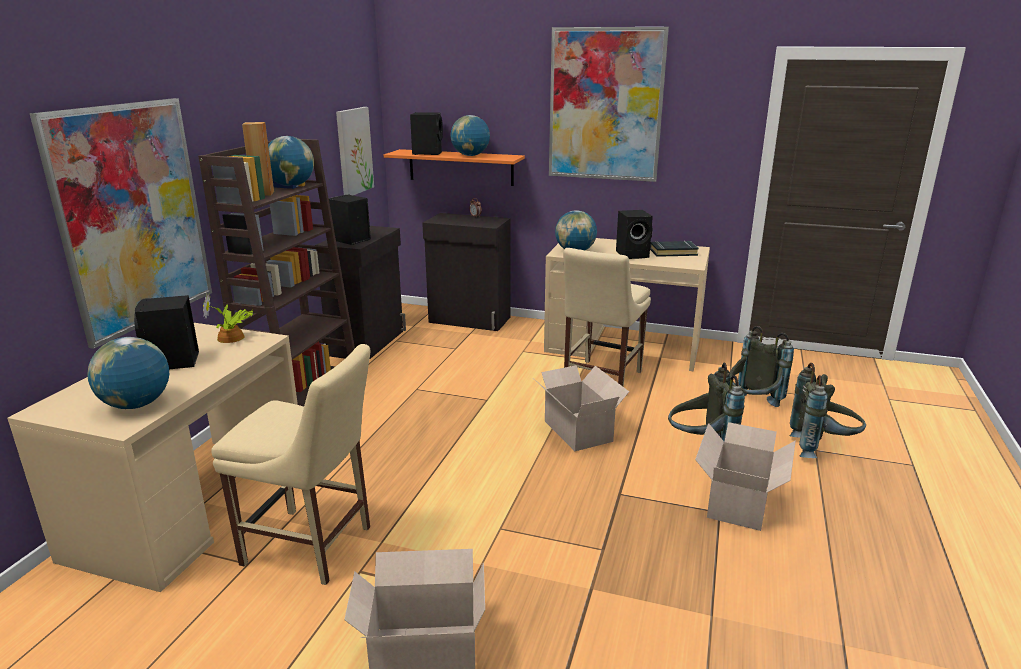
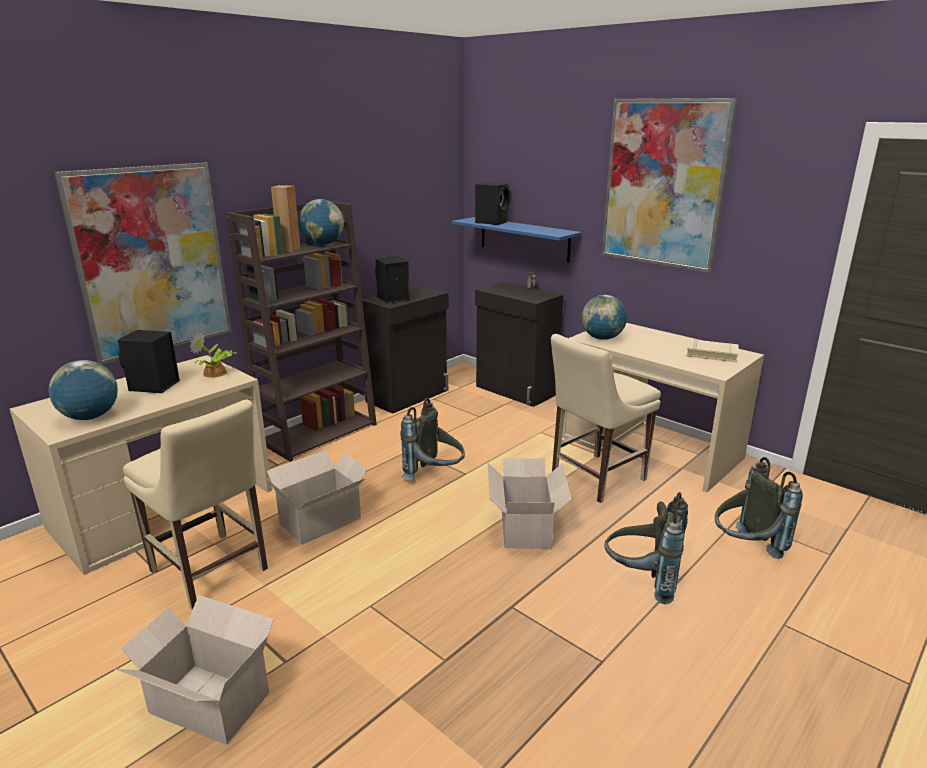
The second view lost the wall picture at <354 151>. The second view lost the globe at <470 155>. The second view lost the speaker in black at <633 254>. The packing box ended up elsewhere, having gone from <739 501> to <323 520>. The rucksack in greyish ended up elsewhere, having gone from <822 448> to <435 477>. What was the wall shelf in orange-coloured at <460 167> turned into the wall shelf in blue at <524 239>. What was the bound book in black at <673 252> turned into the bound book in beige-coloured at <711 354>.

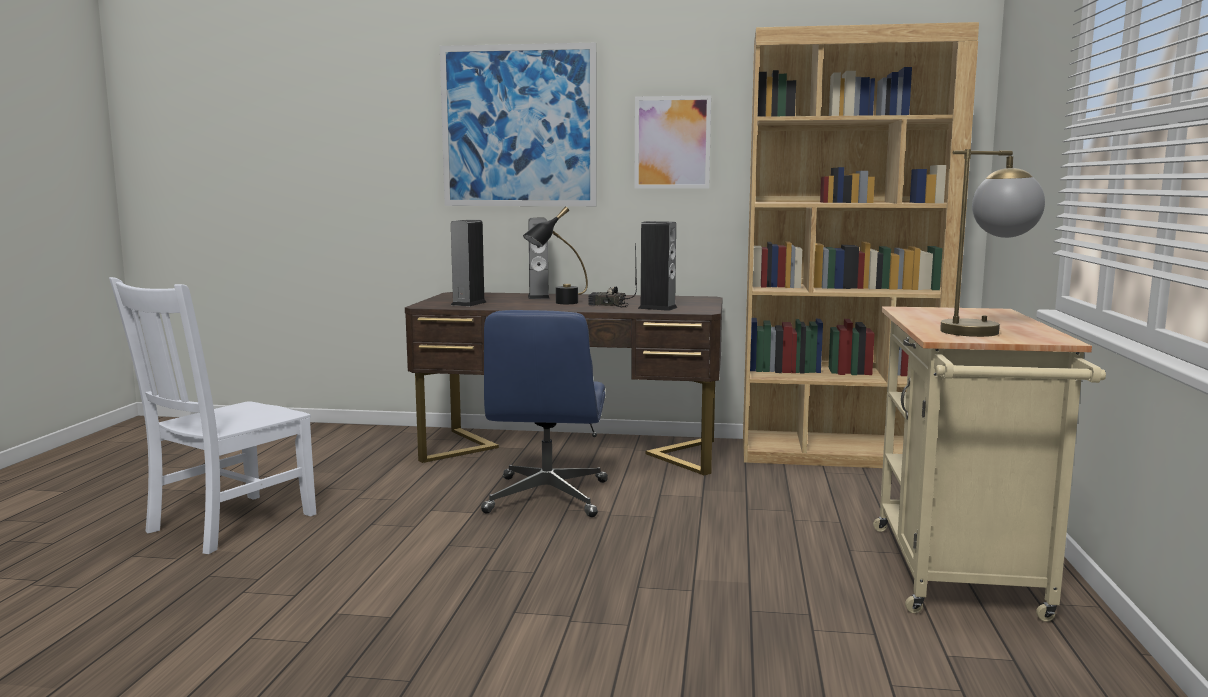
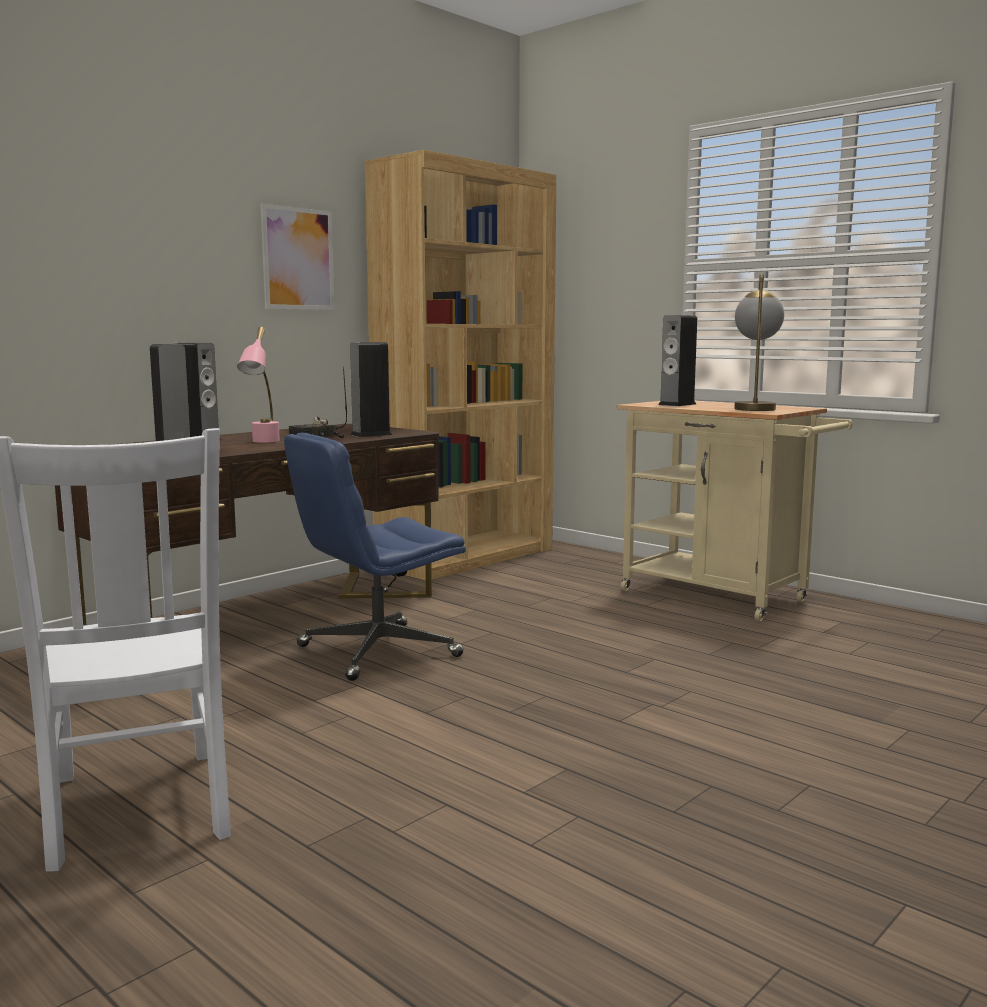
The second view lost the wall picture at <518 126>. The second view gained the speaker at <677 404>. What was the table lamp in black at <557 303> turned into the table lamp in pink at <262 442>. The office chair in blue at <547 497> ended up facing another way, 105 degrees clockwise from before.

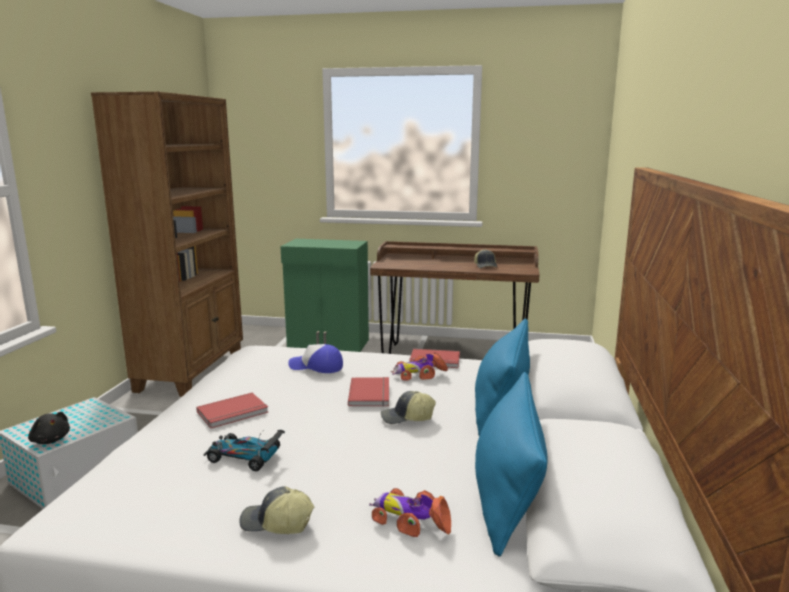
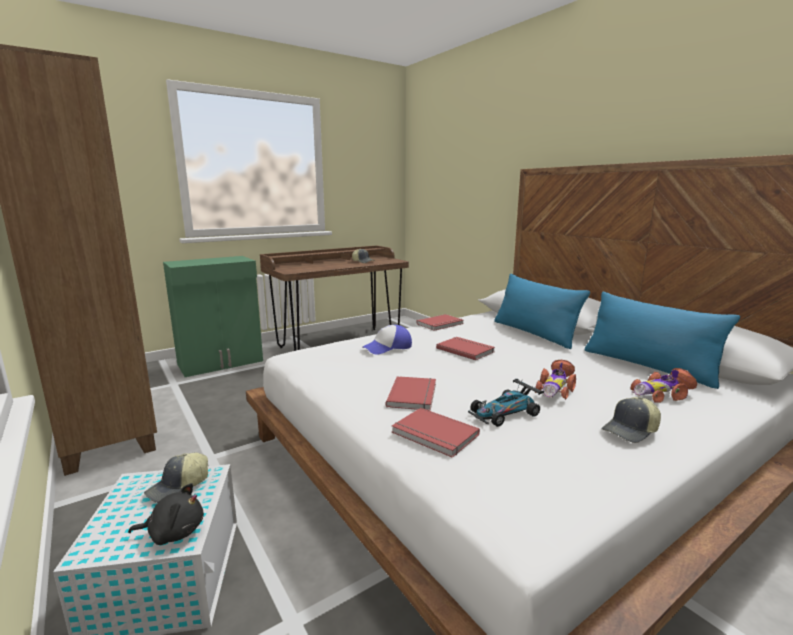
The second view gained the bound book in red-coloured at <434 435>. The cap ended up elsewhere, having gone from <407 418> to <178 487>. The toy car ended up elsewhere, having gone from <418 374> to <555 389>.

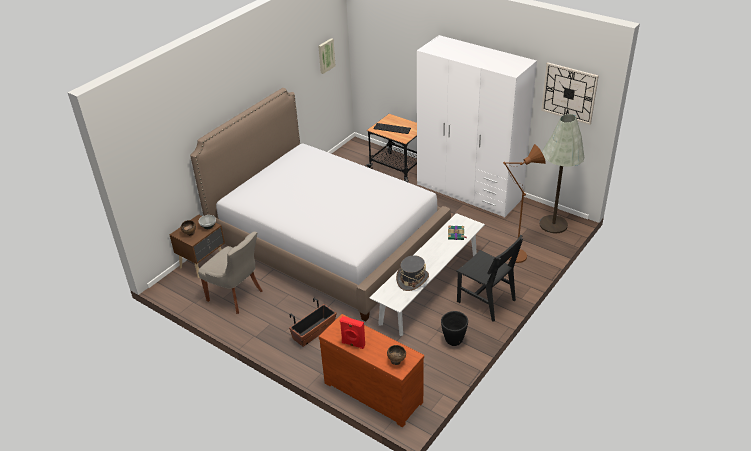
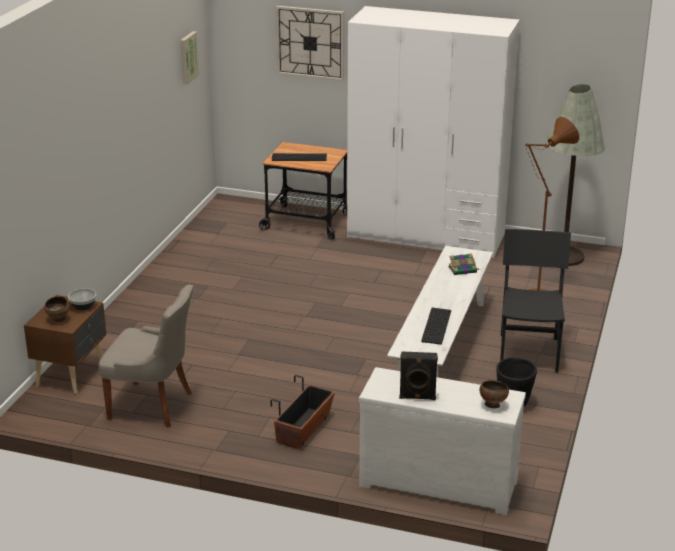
The second view lost the bed at <328 242>. The hanging clock ended up elsewhere, having gone from <569 93> to <310 43>. Where the wearable hat in greyish stood at <412 279>, the PC keyboard came to stand at <435 325>. What was the drawer chest in brown at <374 391> turned into the drawer chest in white at <439 481>. What was the speaker in red-coloured at <353 344> turned into the speaker in black at <417 397>. The chair in black at <486 301> ended up facing another way, 105 degrees counterclockwise from before.

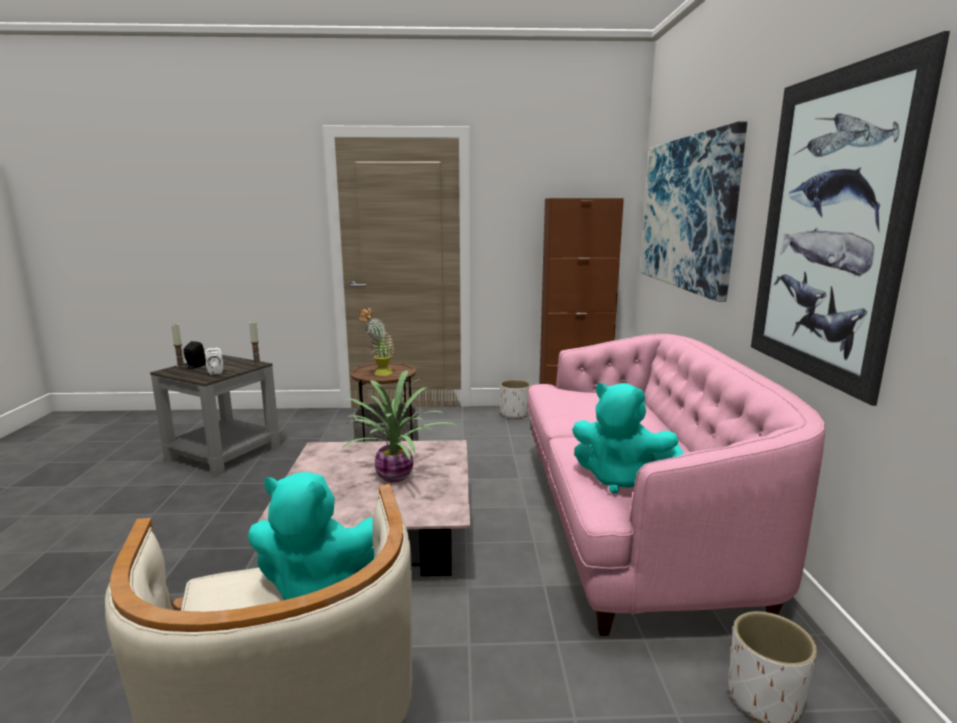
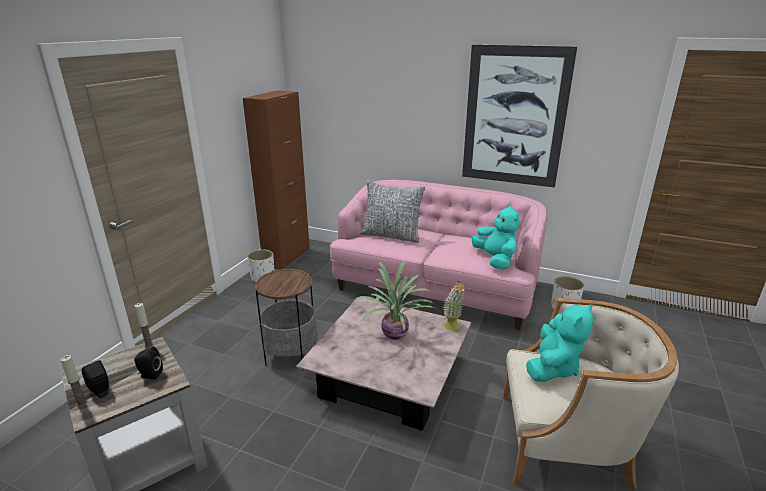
The second view lost the wall picture at <686 213>. The second view gained the pillow at <392 235>. The potted plant ended up elsewhere, having gone from <379 374> to <453 328>. What was the speaker in white at <216 372> turned into the speaker in black at <150 375>. The cuddly toy in turquoise-coloured at <621 480> ended up facing another way, 75 degrees counterclockwise from before.

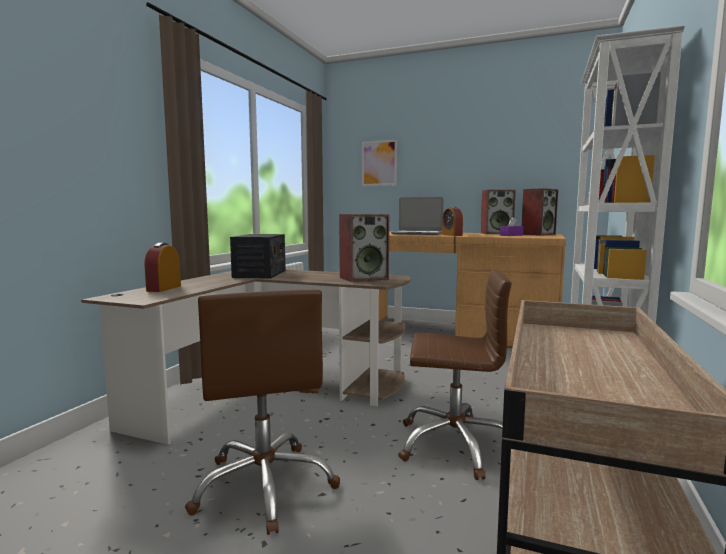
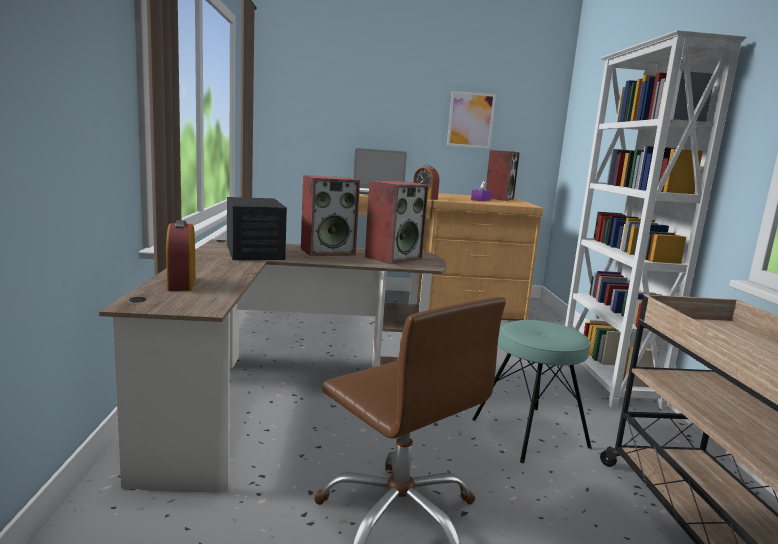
The wall picture ended up elsewhere, having gone from <379 163> to <471 120>. The speaker ended up elsewhere, having gone from <497 233> to <328 251>. Where the office chair in brown stood at <455 444>, the stool in turquoise-coloured came to stand at <529 433>.

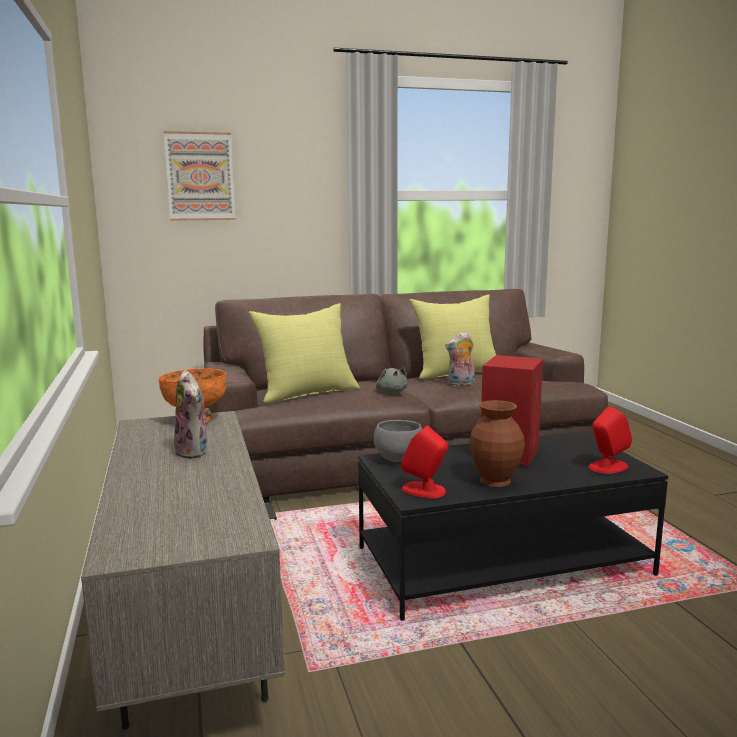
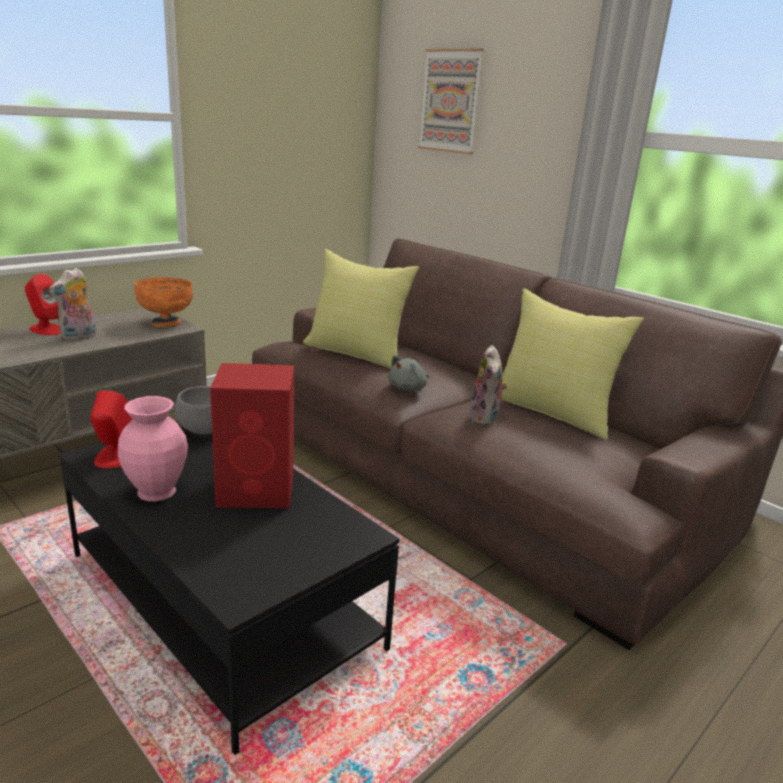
The speaker in red-coloured ended up elsewhere, having gone from <608 467> to <47 329>. What was the decorative vase in brown at <496 481> turned into the decorative vase in pink at <156 492>. The cuddly toy at <461 384> ended up facing another way, 135 degrees counterclockwise from before.

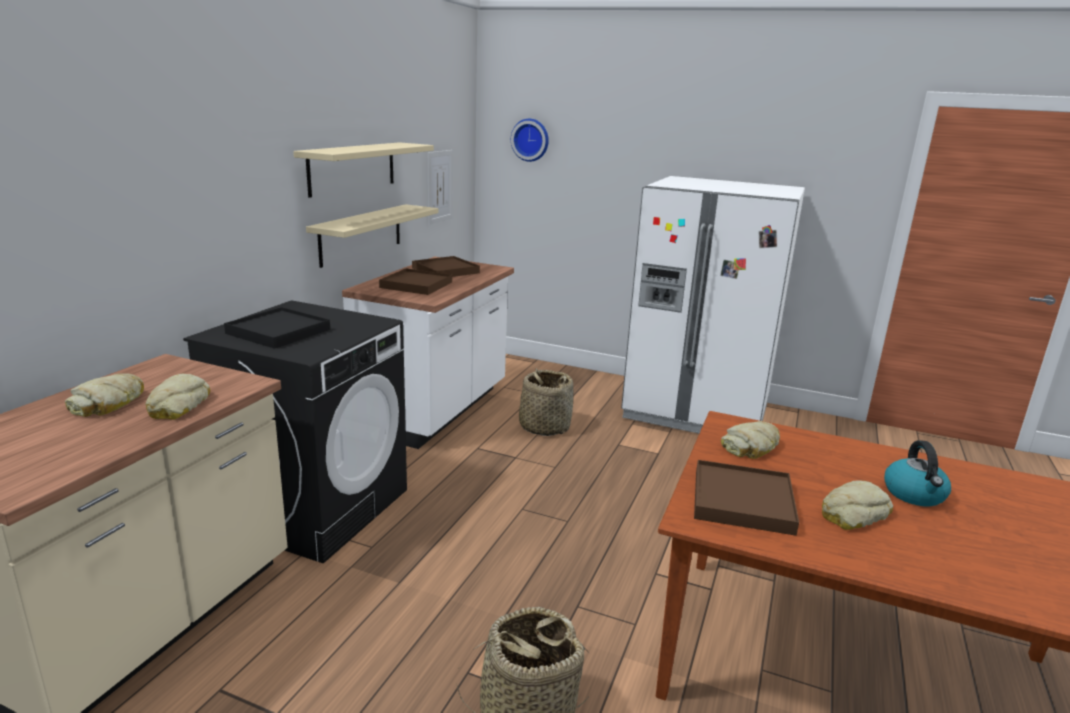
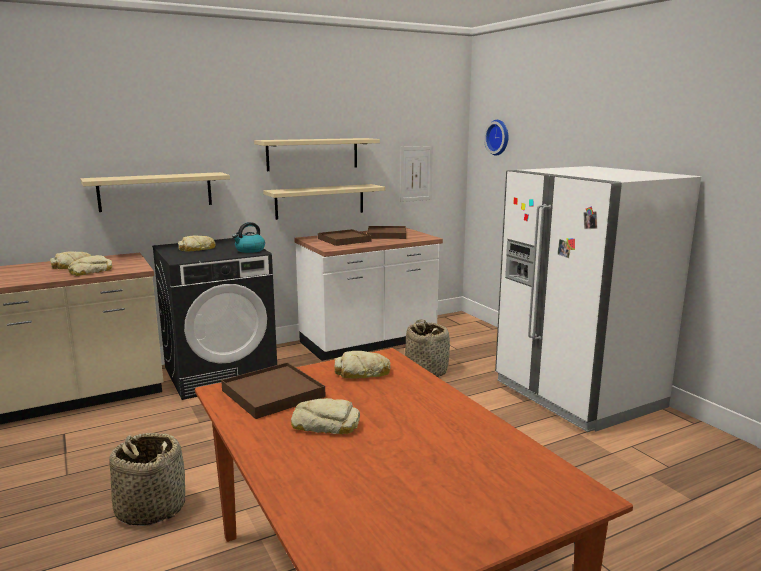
The second view gained the wall shelf in beige-coloured at <156 191>. The tea kettle ended up elsewhere, having gone from <914 494> to <249 250>. Where the carrying tray in black stood at <279 331>, the bread came to stand at <197 249>.

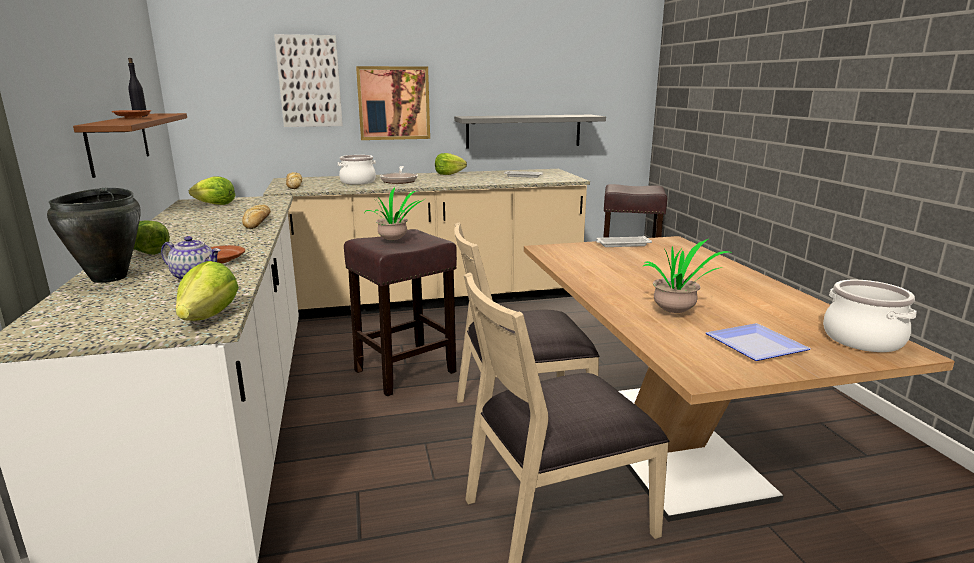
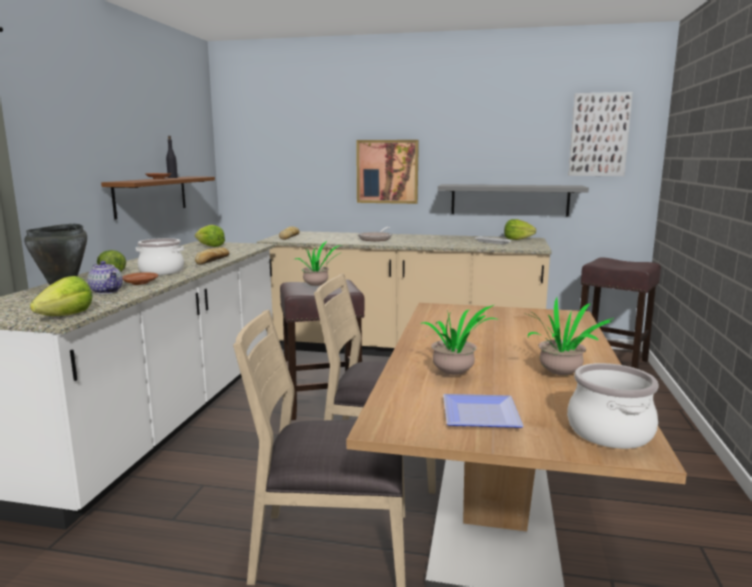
The second view lost the carrying tray in white at <622 244>. The second view gained the potted plant at <561 374>. The wall picture ended up elsewhere, having gone from <309 81> to <599 135>. The cooking pot ended up elsewhere, having gone from <358 182> to <161 271>. The lettuce head ended up elsewhere, having gone from <449 174> to <517 239>.

